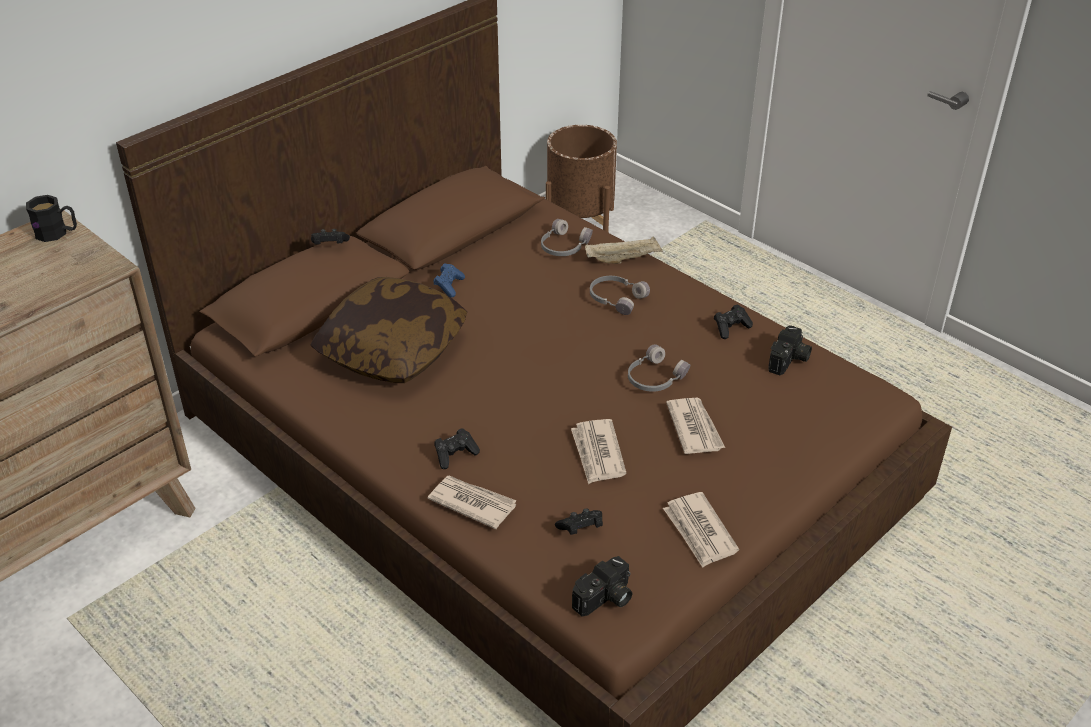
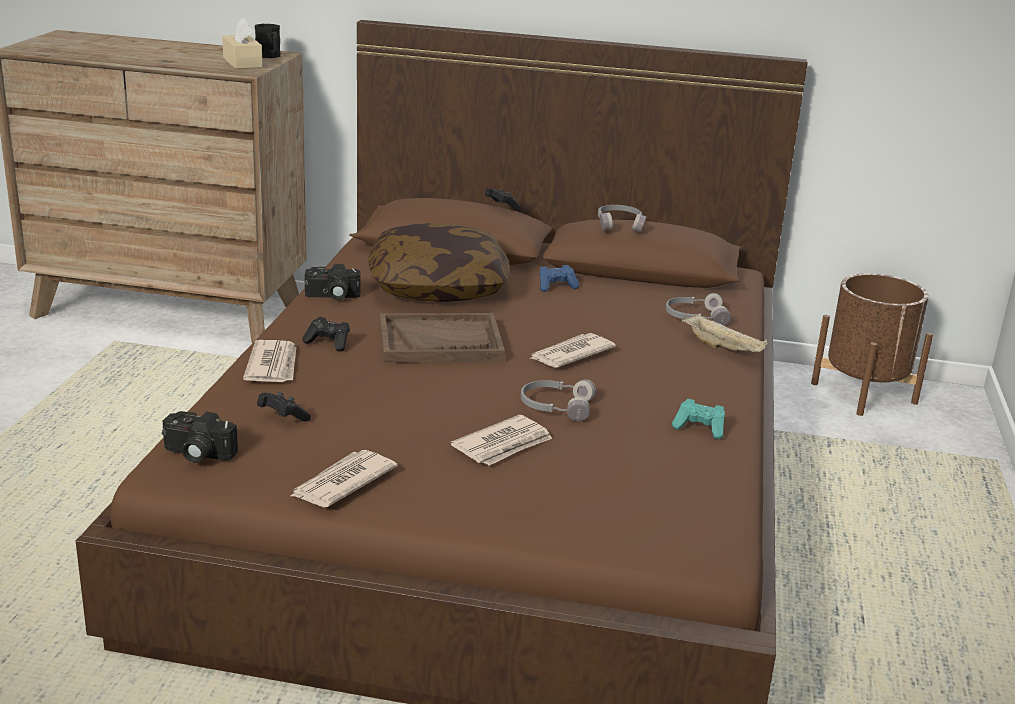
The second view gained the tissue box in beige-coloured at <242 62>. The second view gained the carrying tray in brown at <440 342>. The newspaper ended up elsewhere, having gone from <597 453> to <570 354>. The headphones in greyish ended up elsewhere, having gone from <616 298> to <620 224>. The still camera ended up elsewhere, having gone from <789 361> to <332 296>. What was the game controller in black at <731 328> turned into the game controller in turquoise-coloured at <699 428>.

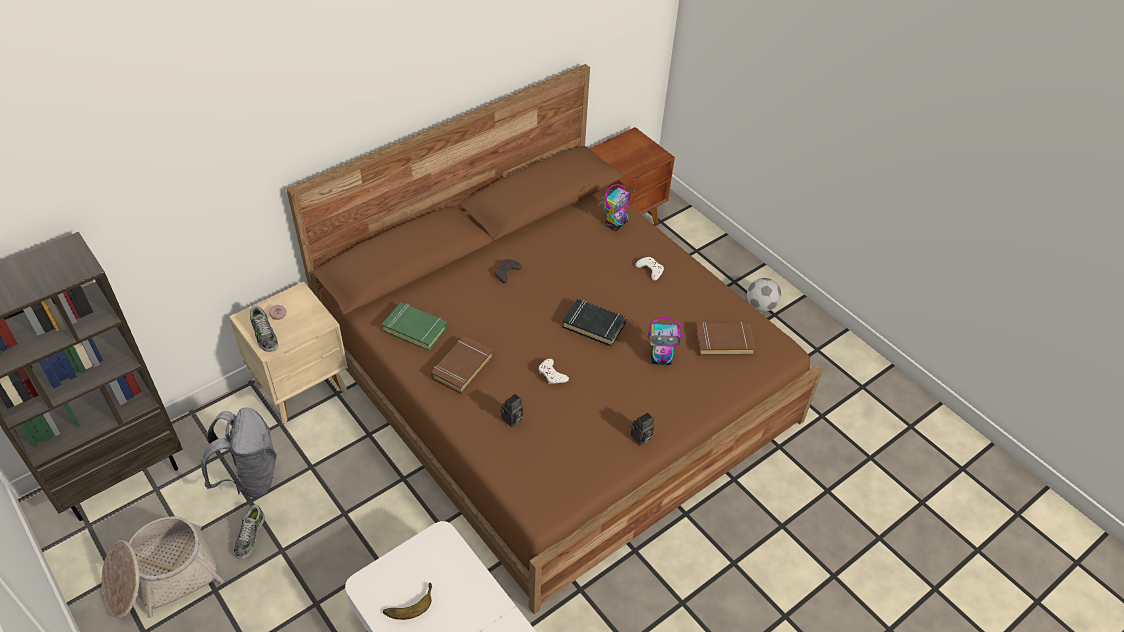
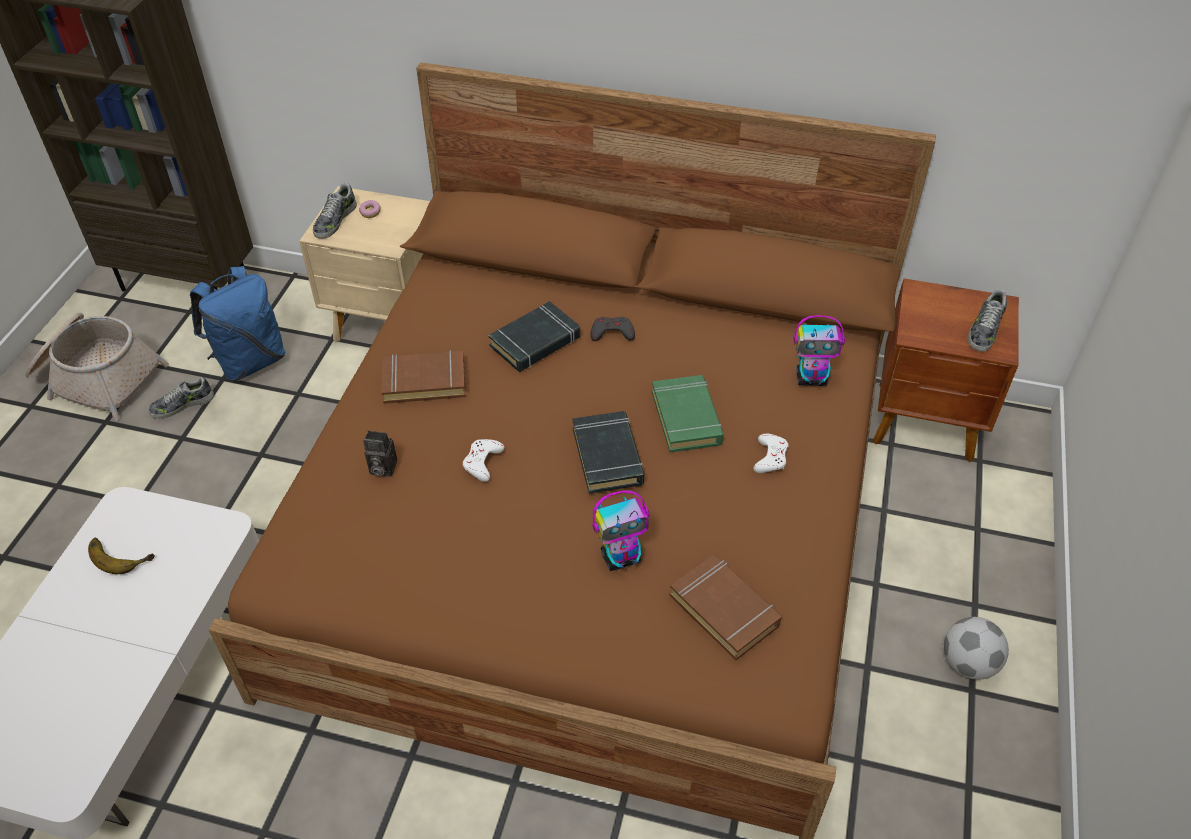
The second view lost the still camera at <641 438>. The second view gained the bound book in black at <535 342>. The second view gained the low shoe at <984 329>. The bound book in greenish ended up elsewhere, having gone from <415 329> to <686 418>. What was the rucksack in greyish at <250 478> turned into the rucksack in blue at <250 361>. The robot figure at <661 359> ended up facing another way, 75 degrees counterclockwise from before.

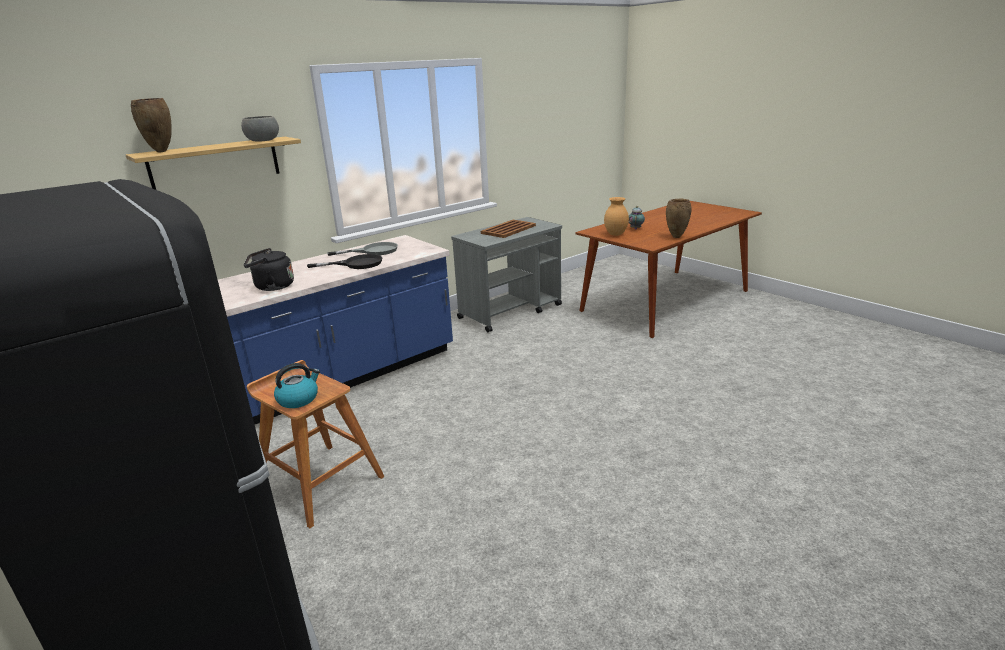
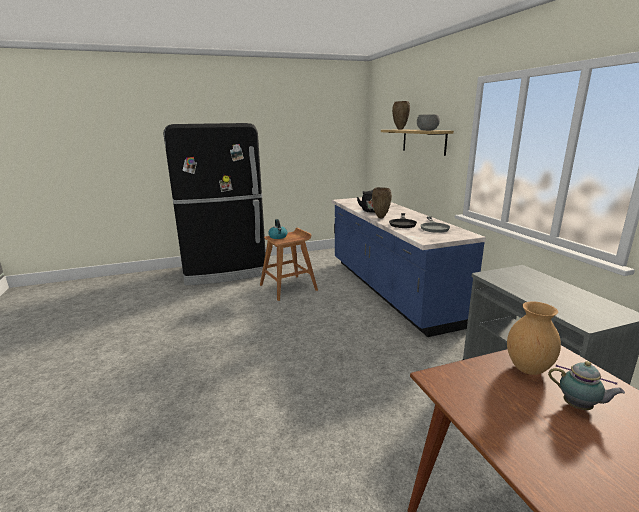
The second view lost the carrying tray in brown at <508 229>. The decorative vase in brown ended up elsewhere, having gone from <676 237> to <381 217>.

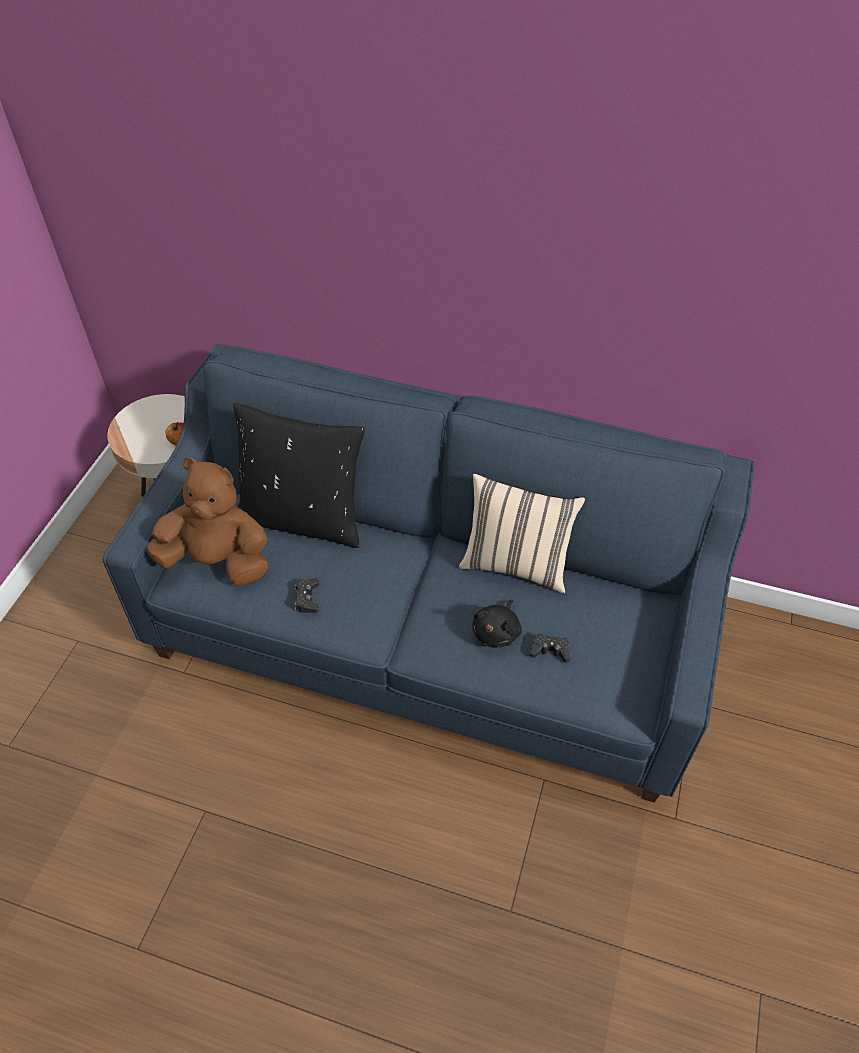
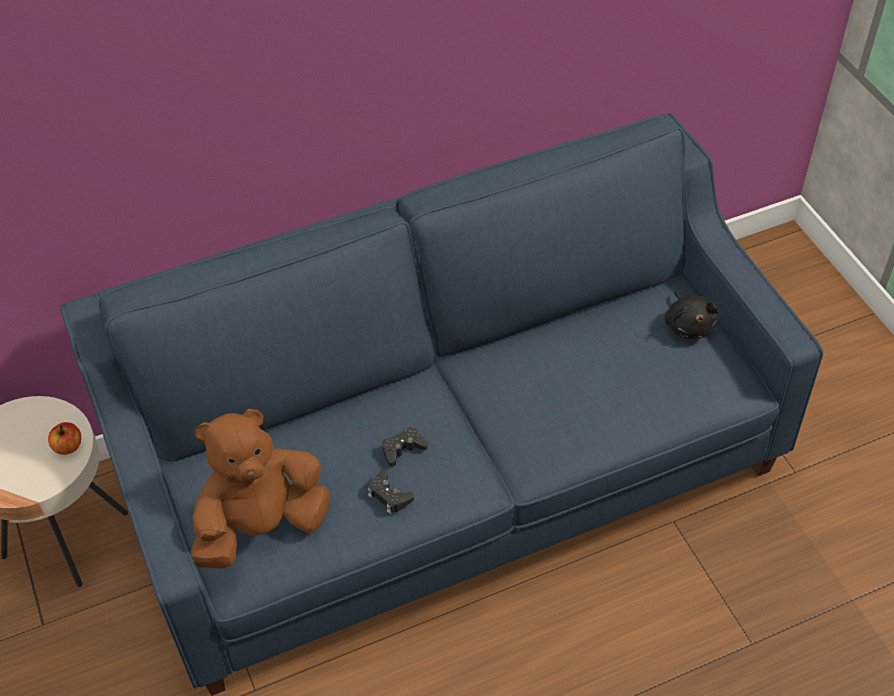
The second view lost the pillow in black at <303 518>. The second view lost the pillow in beige-coloured at <516 564>. The cuddly toy in black ended up elsewhere, having gone from <497 632> to <689 325>. The game controller in black ended up elsewhere, having gone from <550 650> to <403 449>.

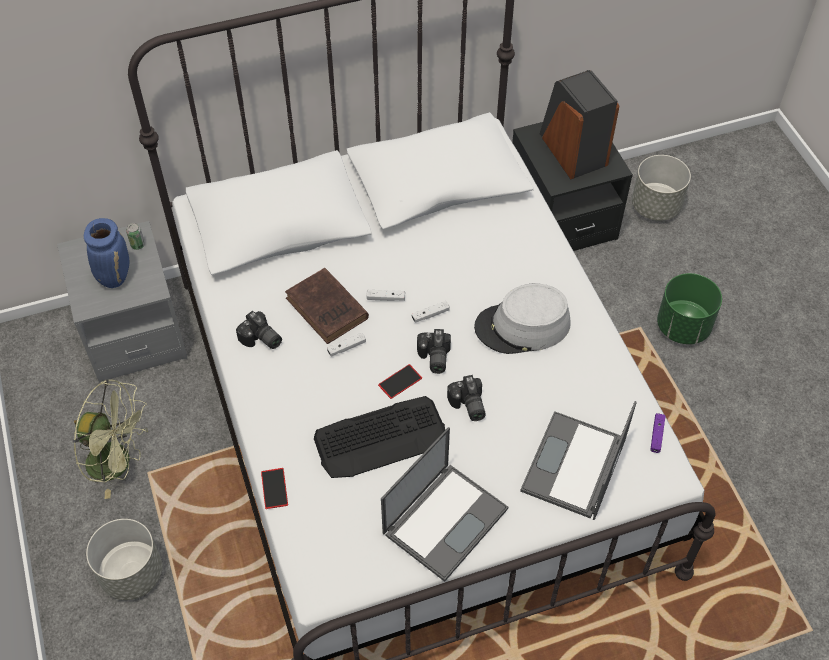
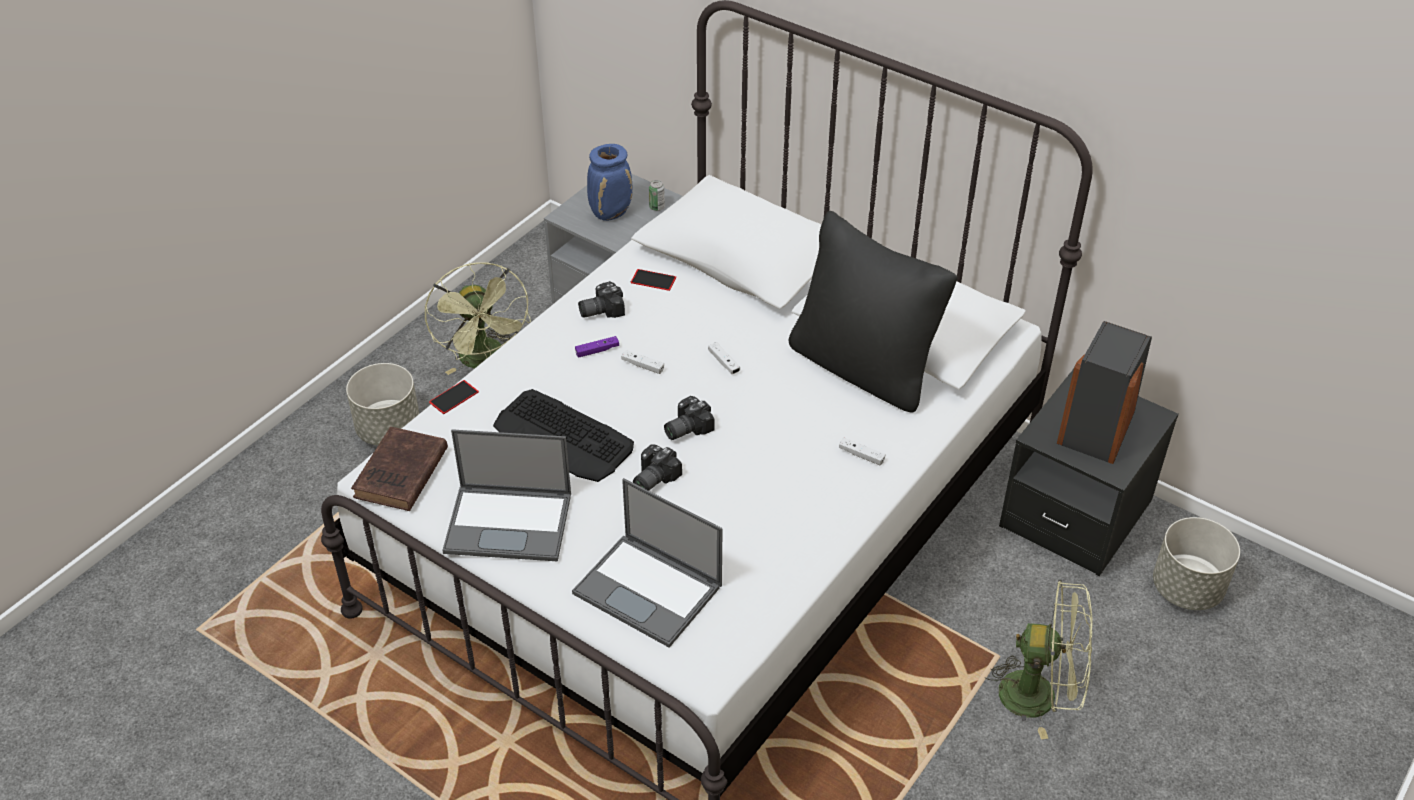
The second view lost the wearable hat in greyish at <522 326>. The second view gained the pillow in black at <863 368>. The bound book in brown ended up elsewhere, having gone from <328 310> to <400 475>. The telephone ended up elsewhere, having gone from <400 381> to <653 280>. The game controller in white ended up elsewhere, having gone from <430 315> to <861 455>. The game controller in purplish ended up elsewhere, having gone from <657 435> to <597 350>. Where the plant pot in greenish stood at <682 327>, the cooling fan in greenish came to stand at <1040 695>. The still camera at <261 340> ended up facing another way, 60 degrees clockwise from before. The notebook computer at <573 467> ended up facing another way, 135 degrees counterclockwise from before.

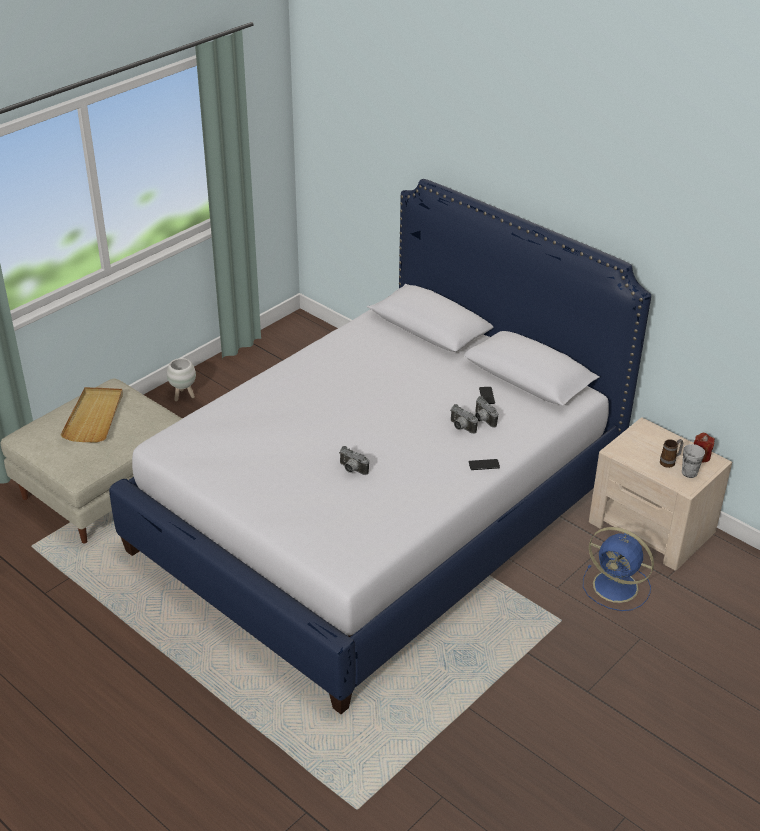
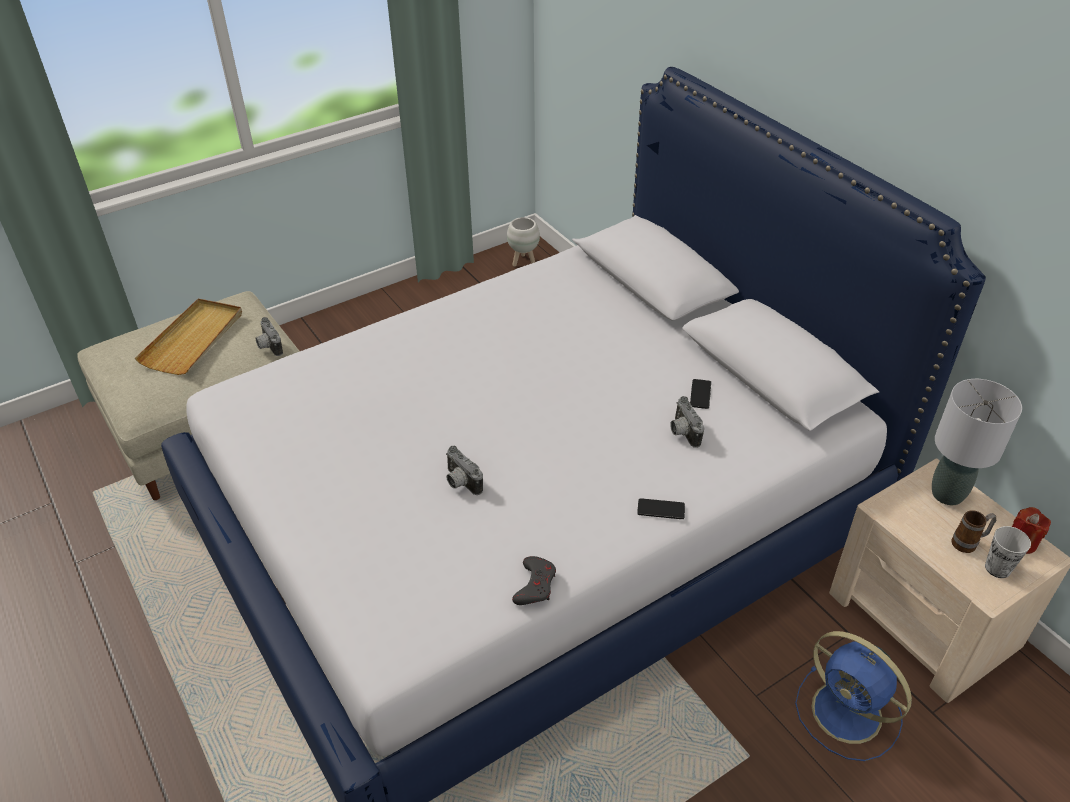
The second view gained the game controller in greyish at <535 585>. The second view gained the table lamp in greyish at <947 494>. The plant pot in white ended up elsewhere, having gone from <184 396> to <524 262>. The still camera ended up elsewhere, having gone from <460 427> to <268 346>.

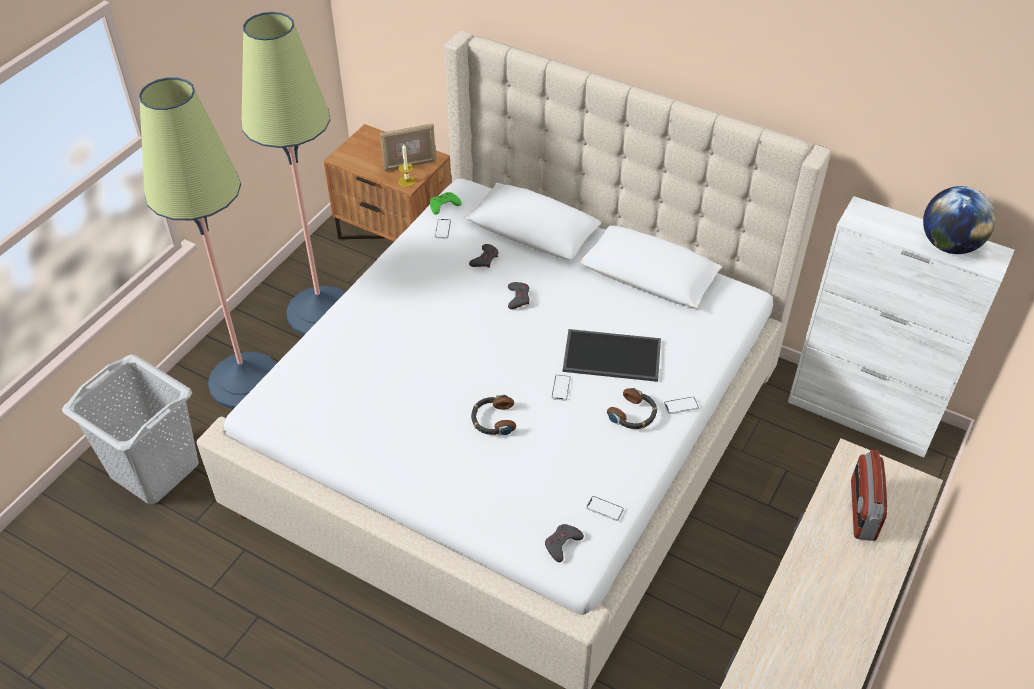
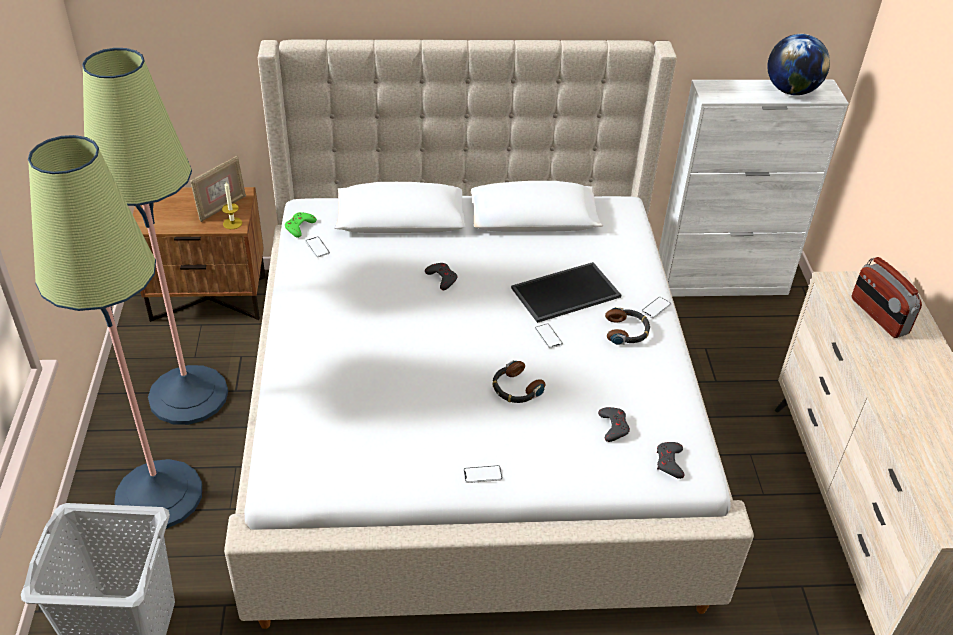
The game controller in greyish ended up elsewhere, having gone from <485 259> to <613 426>. The telephone ended up elsewhere, having gone from <604 509> to <482 474>.

